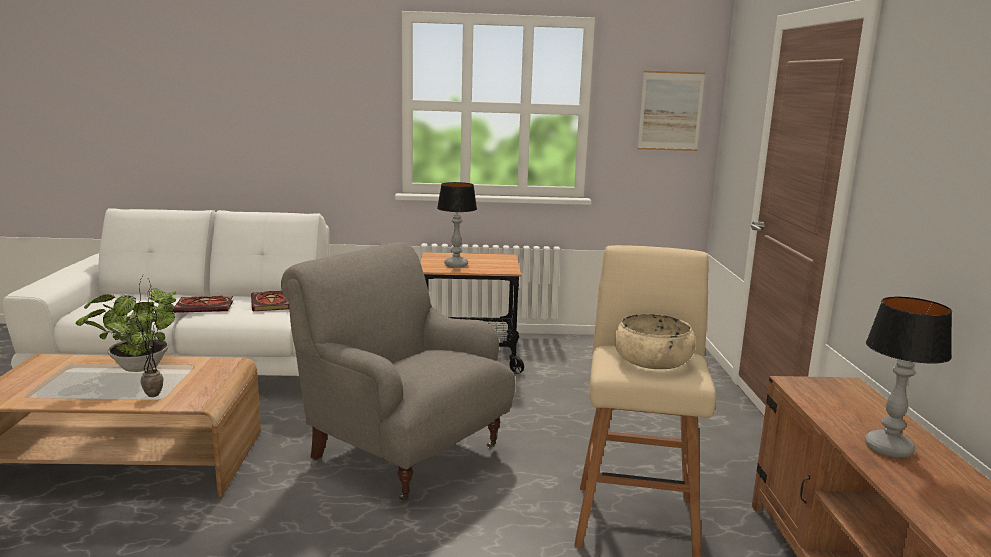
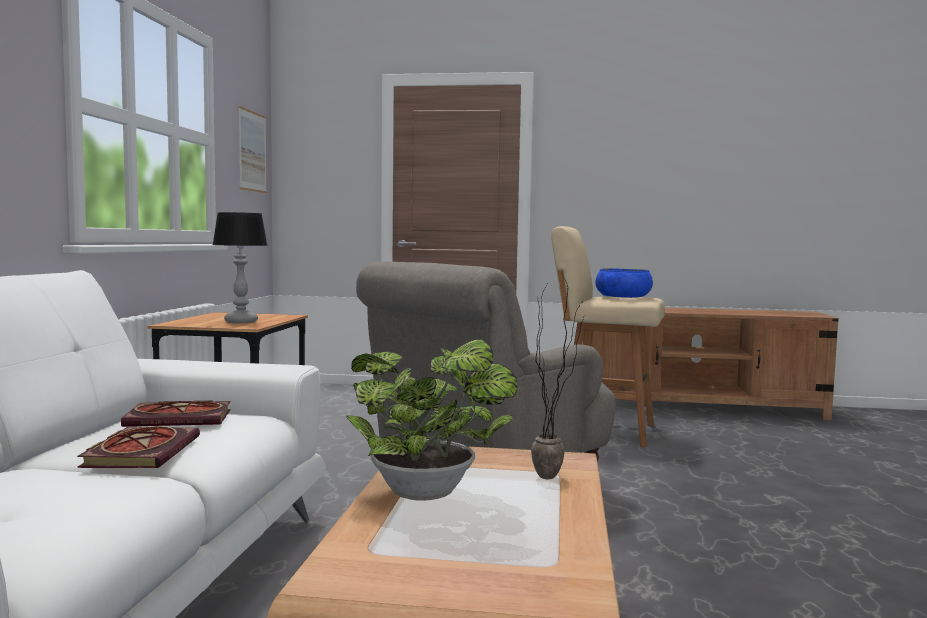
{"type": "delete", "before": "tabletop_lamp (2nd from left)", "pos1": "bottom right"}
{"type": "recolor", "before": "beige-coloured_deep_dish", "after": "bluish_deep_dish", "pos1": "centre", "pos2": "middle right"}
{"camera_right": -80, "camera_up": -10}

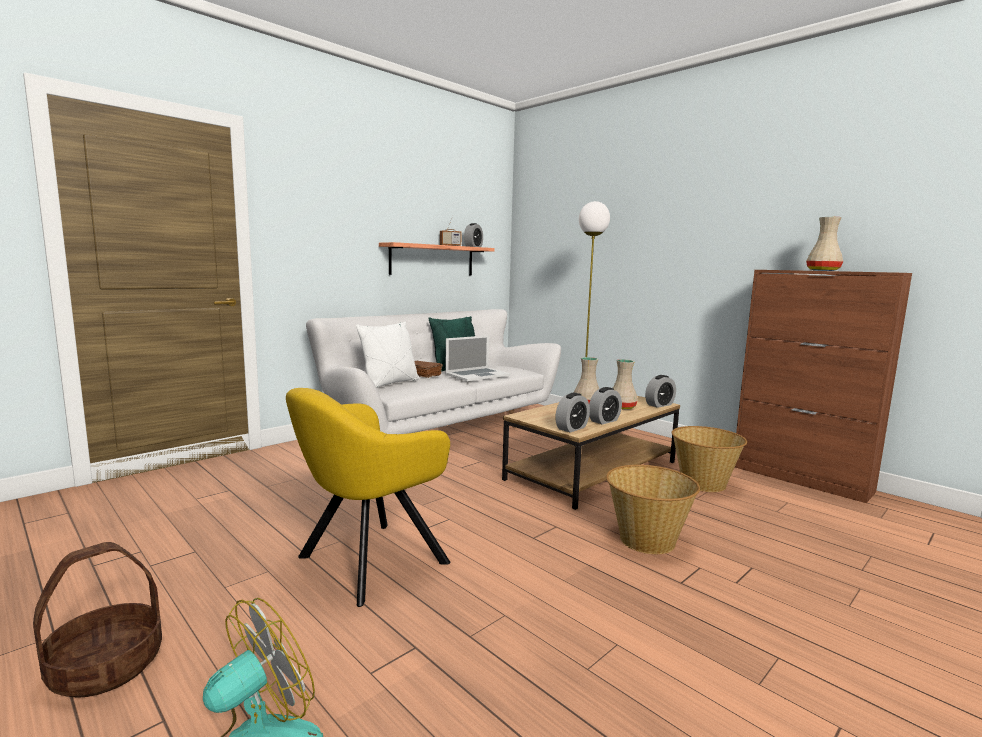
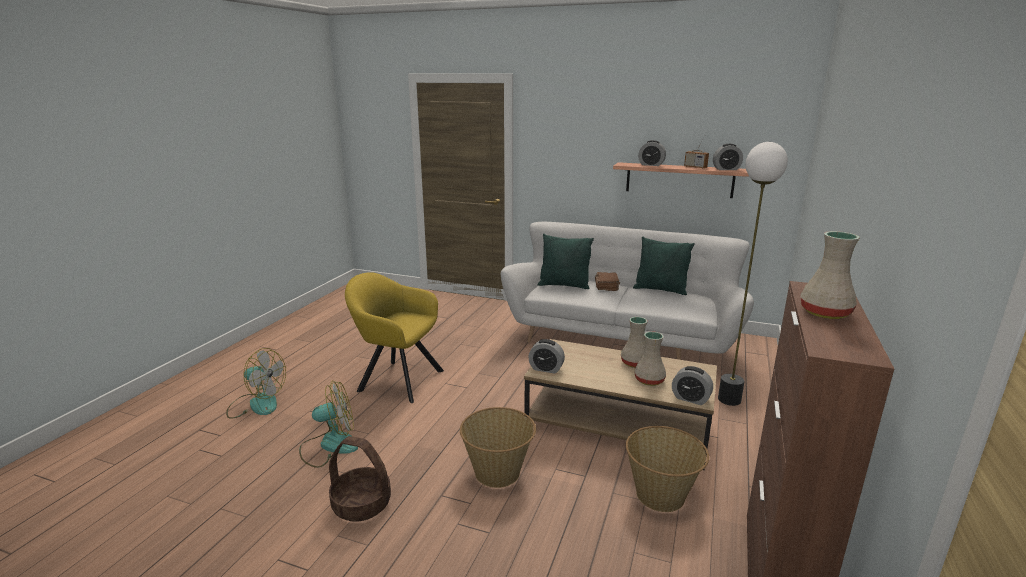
{"type": "delete", "before": "portable_computer", "pos1": "centre"}
{"type": "insert", "after": "cooling_fan (2nd from left)", "pos2": "bottom left"}
{"type": "move", "before": "household_basket (1st from left)", "pos1": "bottom left", "pos2": "bottom centre"}
{"type": "move", "before": "bedside_clock (3rd from left in the first image)", "after": "bedside_clock (2nd from left)", "pos1": "centre", "pos2": "top centre"}
{"type": "recolor", "before": "whitish_throw_pillow", "after": "greenish_throw_pillow (1st from left)", "pos1": "centre", "pos2": "centre"}
{"camera_right": 65, "camera_up": 10}

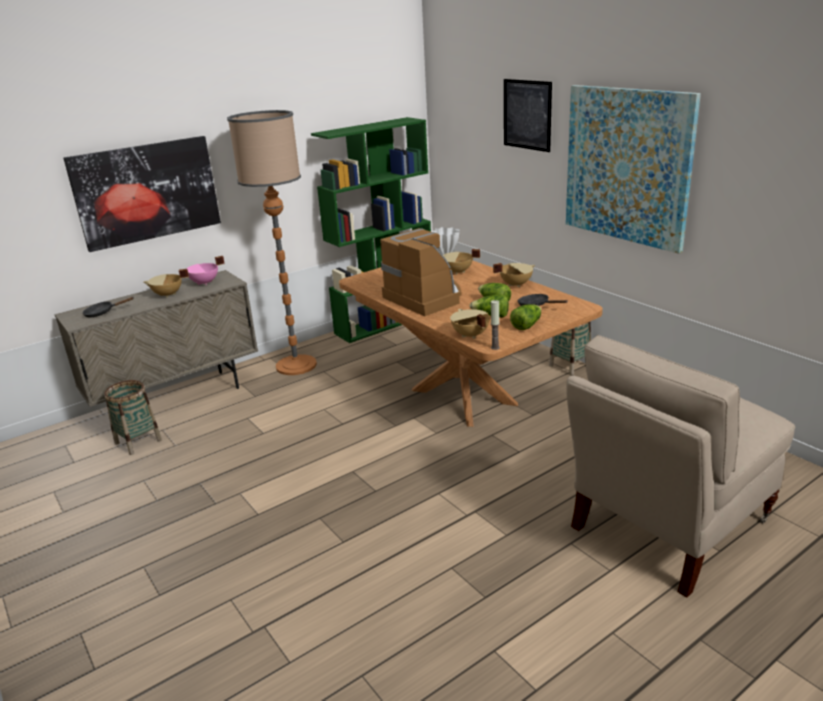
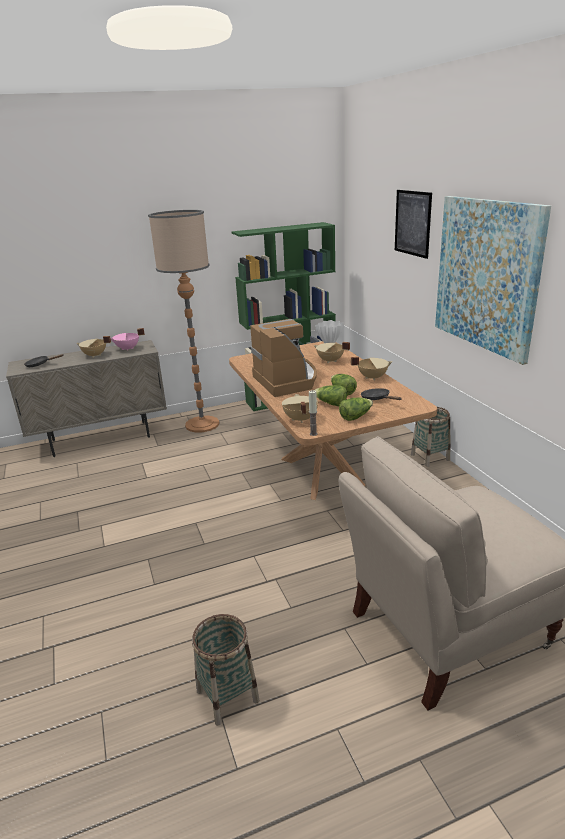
{"type": "delete", "before": "wall_picture (1st from left)", "pos1": "top left"}
{"type": "move", "before": "household_basket (1st from left)", "pos1": "middle left", "pos2": "bottom centre"}
{"camera_right": 15, "camera_up": 0}

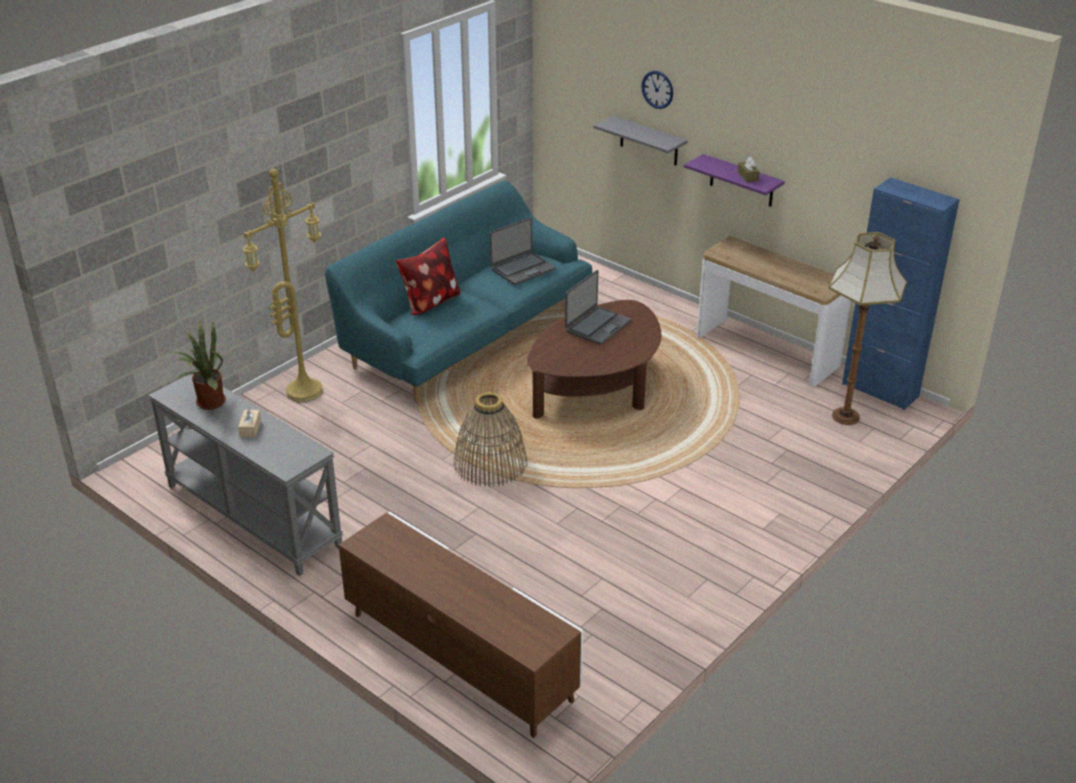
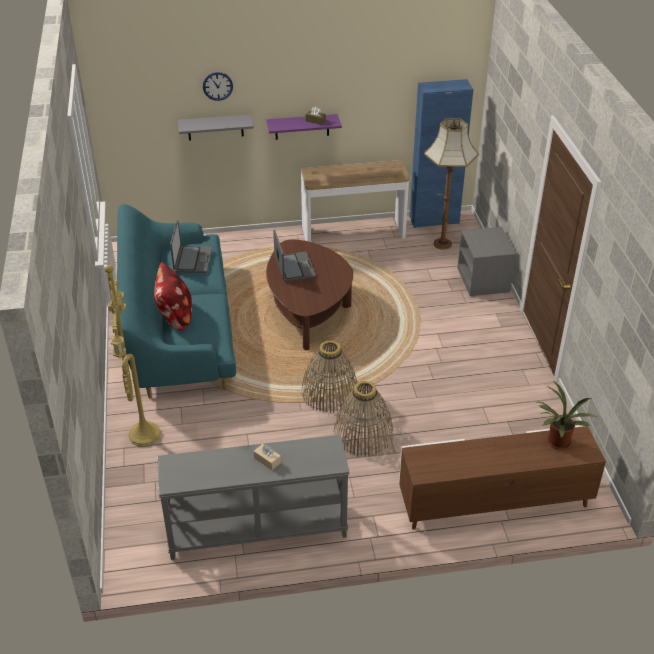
{"type": "insert", "after": "household_basket (2nd from left)", "pos2": "centre"}
{"type": "insert", "after": "greyish_night_table", "pos2": "middle right"}
{"type": "move", "before": "houseplant", "pos1": "middle left", "pos2": "middle right"}
{"camera_right": -50, "camera_up": 5}

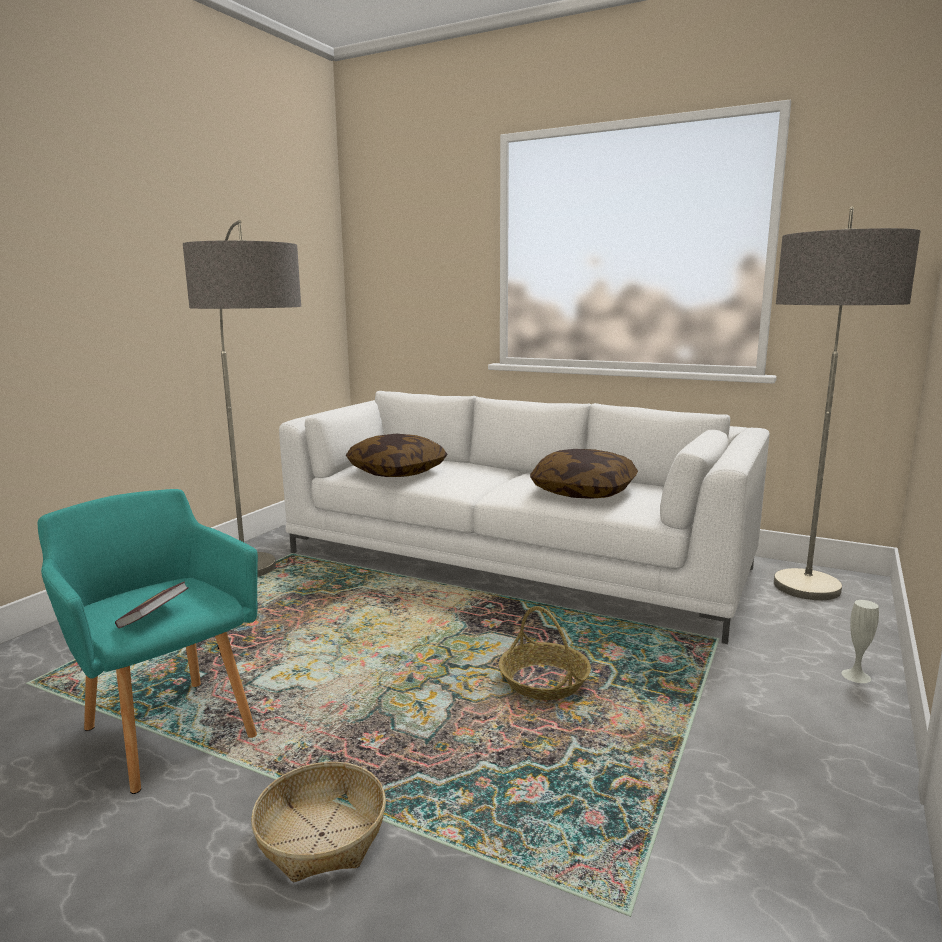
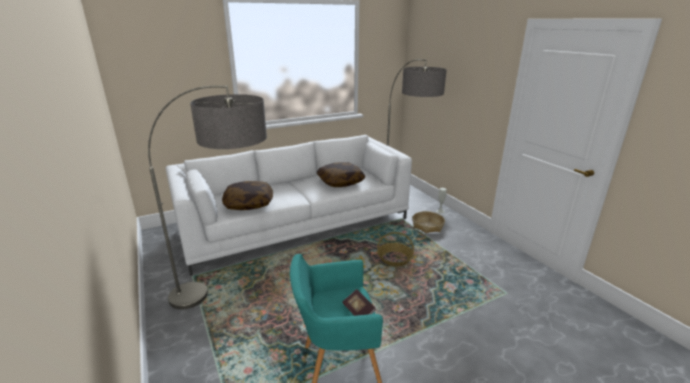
{"type": "move", "before": "household_basket (1st from left in the first image)", "after": "household_basket (2nd from left)", "pos1": "bottom centre", "pos2": "centre"}
{"camera_right": -55, "camera_up": 10}

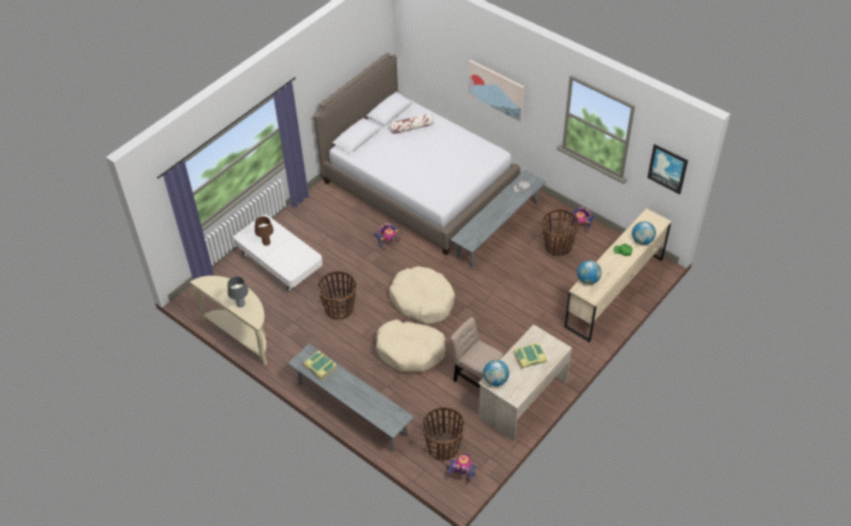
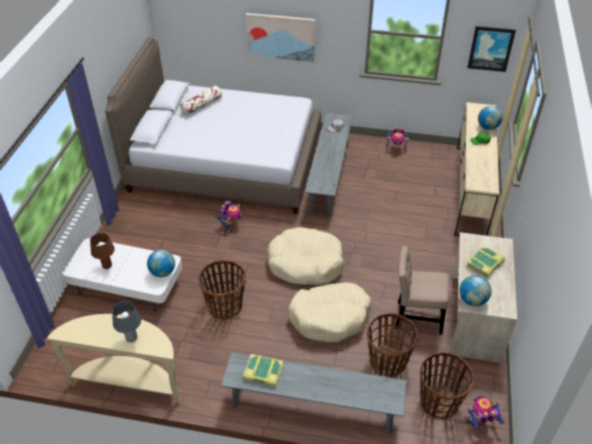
{"type": "move", "before": "household_basket (3rd from left in the first image)", "after": "household_basket (2nd from left)", "pos1": "centre", "pos2": "bottom centre"}
{"type": "move", "before": "globe (2nd from left in the first image)", "after": "globe (1st from left)", "pos1": "middle right", "pos2": "middle left"}
{"camera_right": -30, "camera_up": -5}

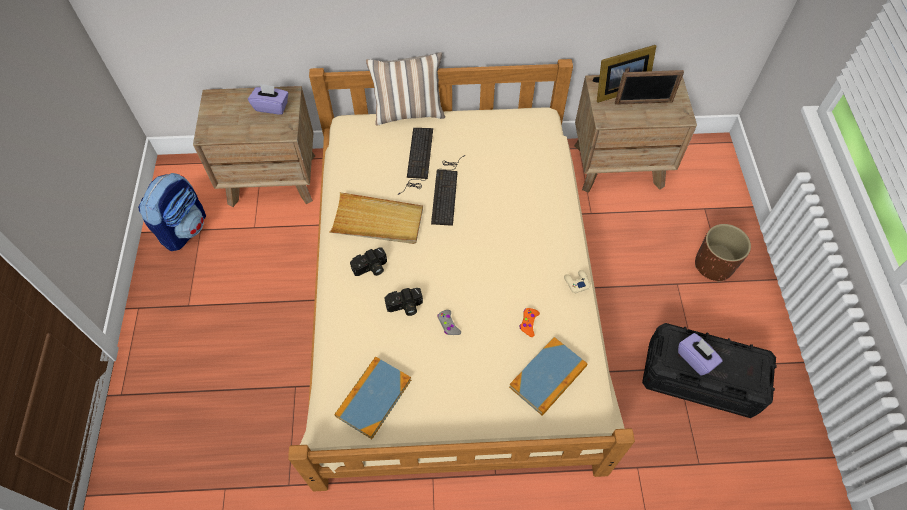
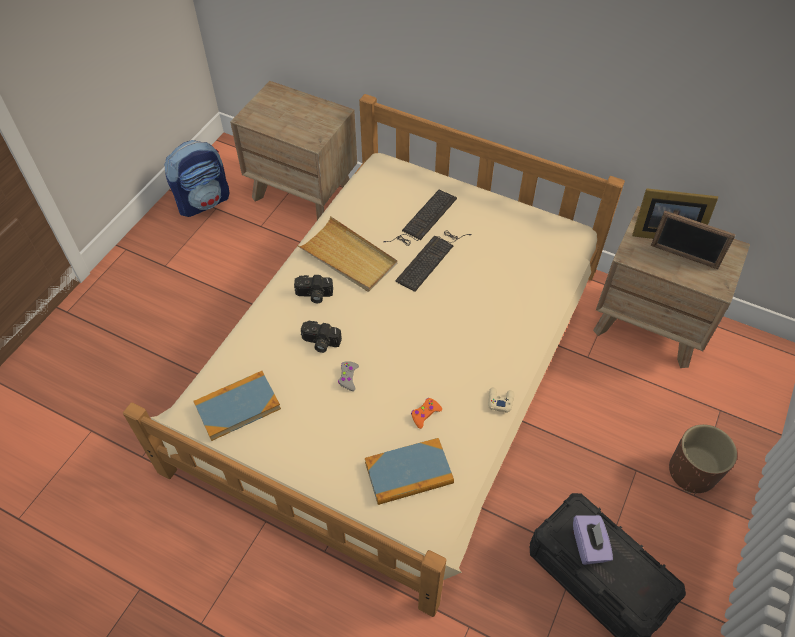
{"type": "delete", "before": "purple_tissue_holder (1st from left)", "pos1": "top left"}
{"type": "delete", "before": "throw_pillow", "pos1": "top centre"}
{"camera_right": 30, "camera_up": -5}

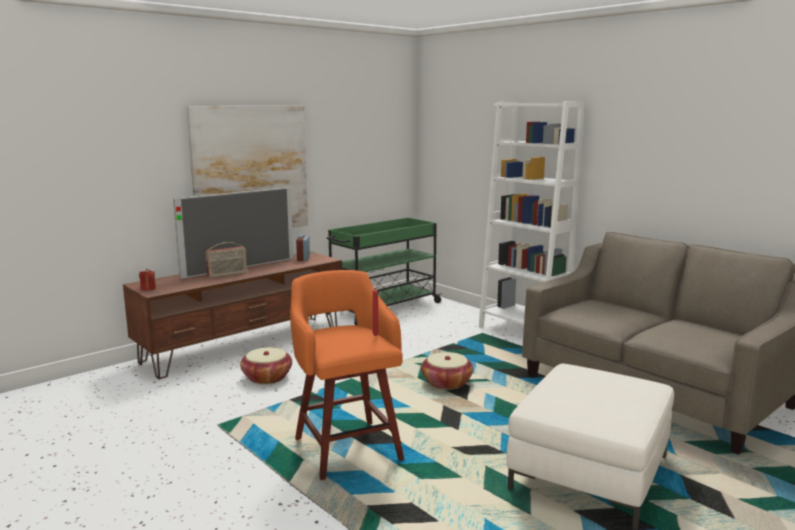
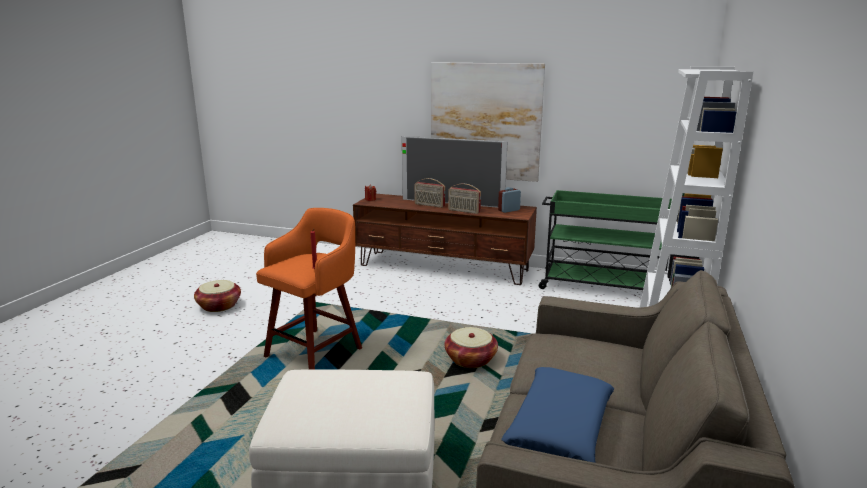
{"type": "insert", "after": "radio (2nd from left)", "pos2": "centre"}
{"type": "insert", "after": "bluish_throw_pillow", "pos2": "bottom centre"}
{"type": "move", "before": "household_basket (1st from left)", "pos1": "bottom centre", "pos2": "middle left"}
{"camera_right": 60, "camera_up": 5}

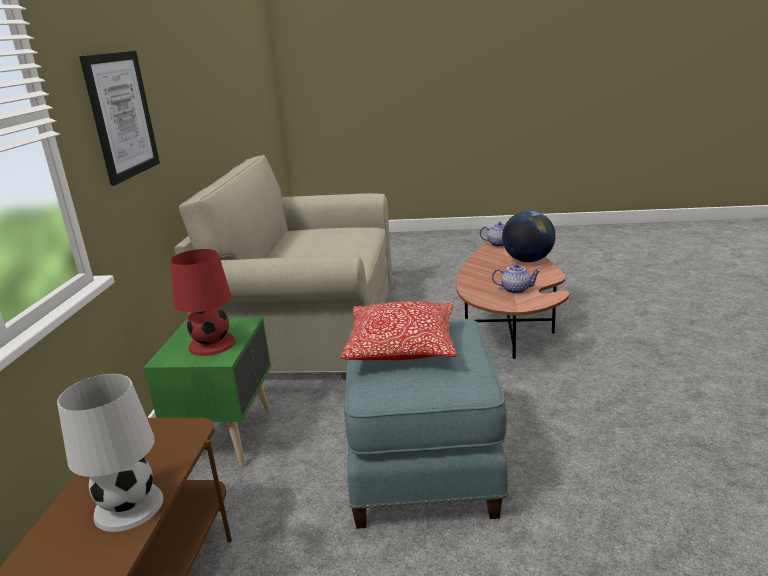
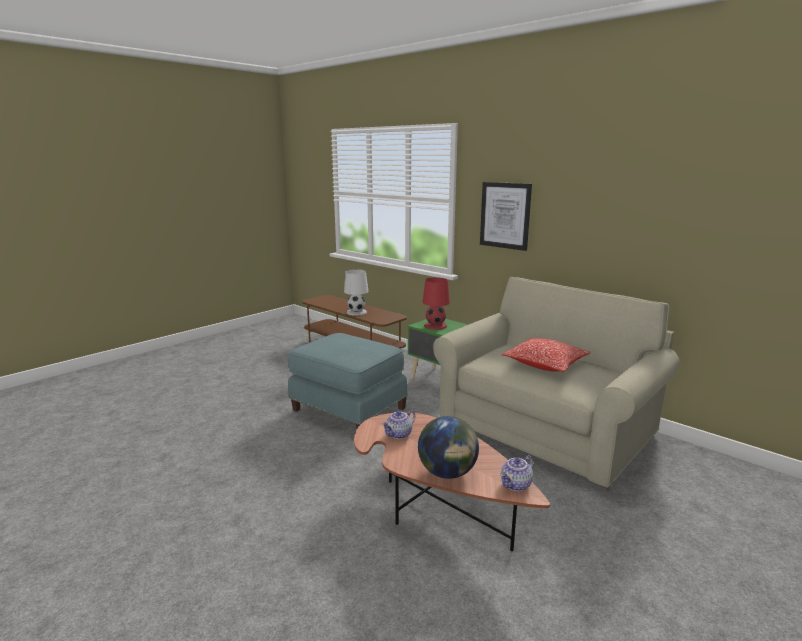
{"type": "move", "before": "throw_pillow", "pos1": "centre", "pos2": "middle right"}
{"camera_right": 125, "camera_up": -5}

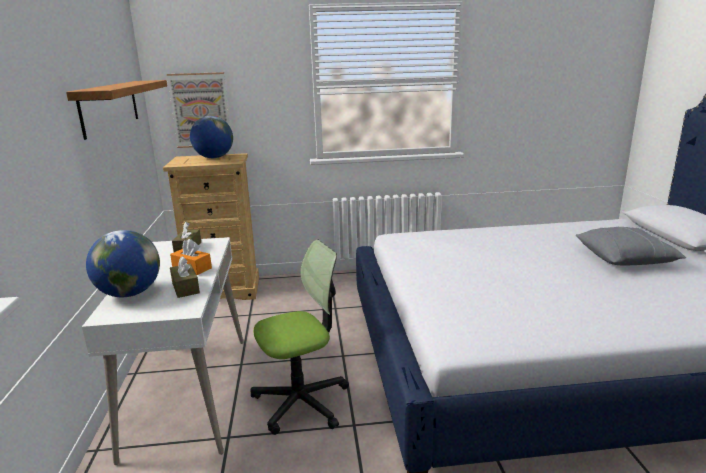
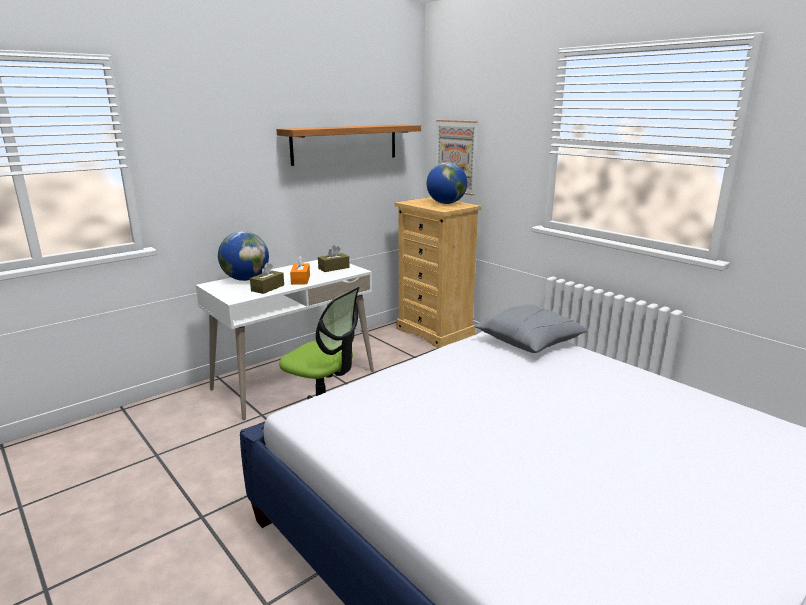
{"type": "move", "before": "greyish_throw_pillow", "pos1": "middle right", "pos2": "centre"}
{"camera_right": 55, "camera_up": 0}

